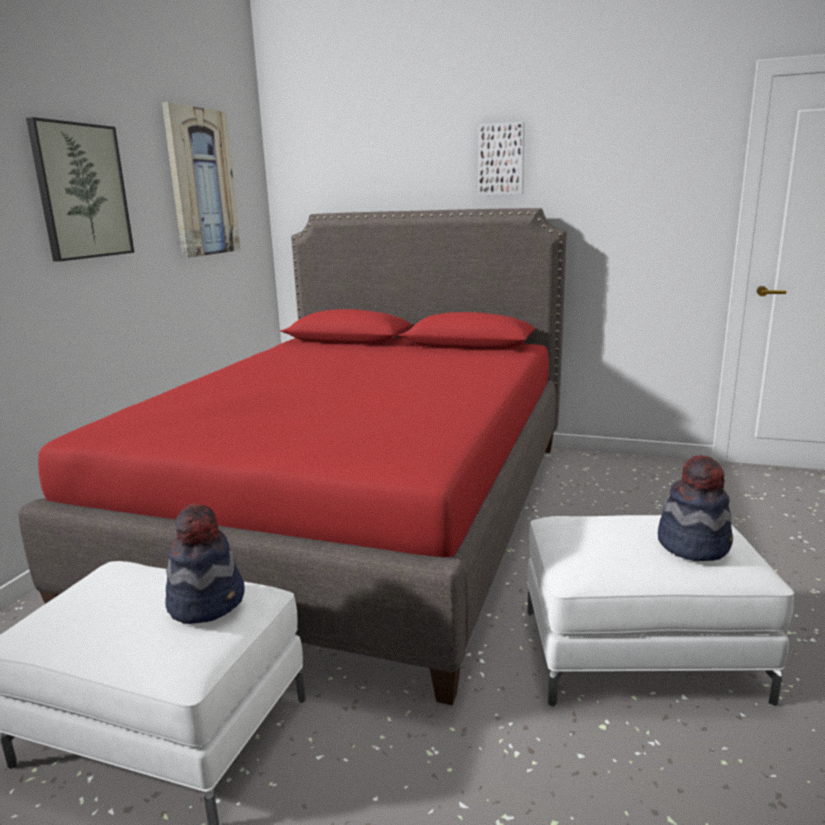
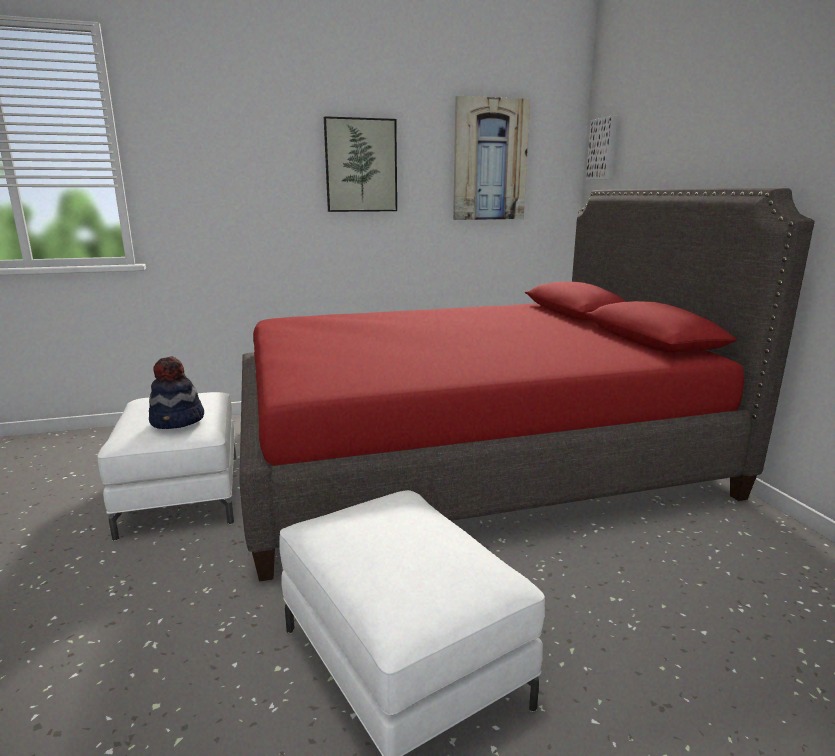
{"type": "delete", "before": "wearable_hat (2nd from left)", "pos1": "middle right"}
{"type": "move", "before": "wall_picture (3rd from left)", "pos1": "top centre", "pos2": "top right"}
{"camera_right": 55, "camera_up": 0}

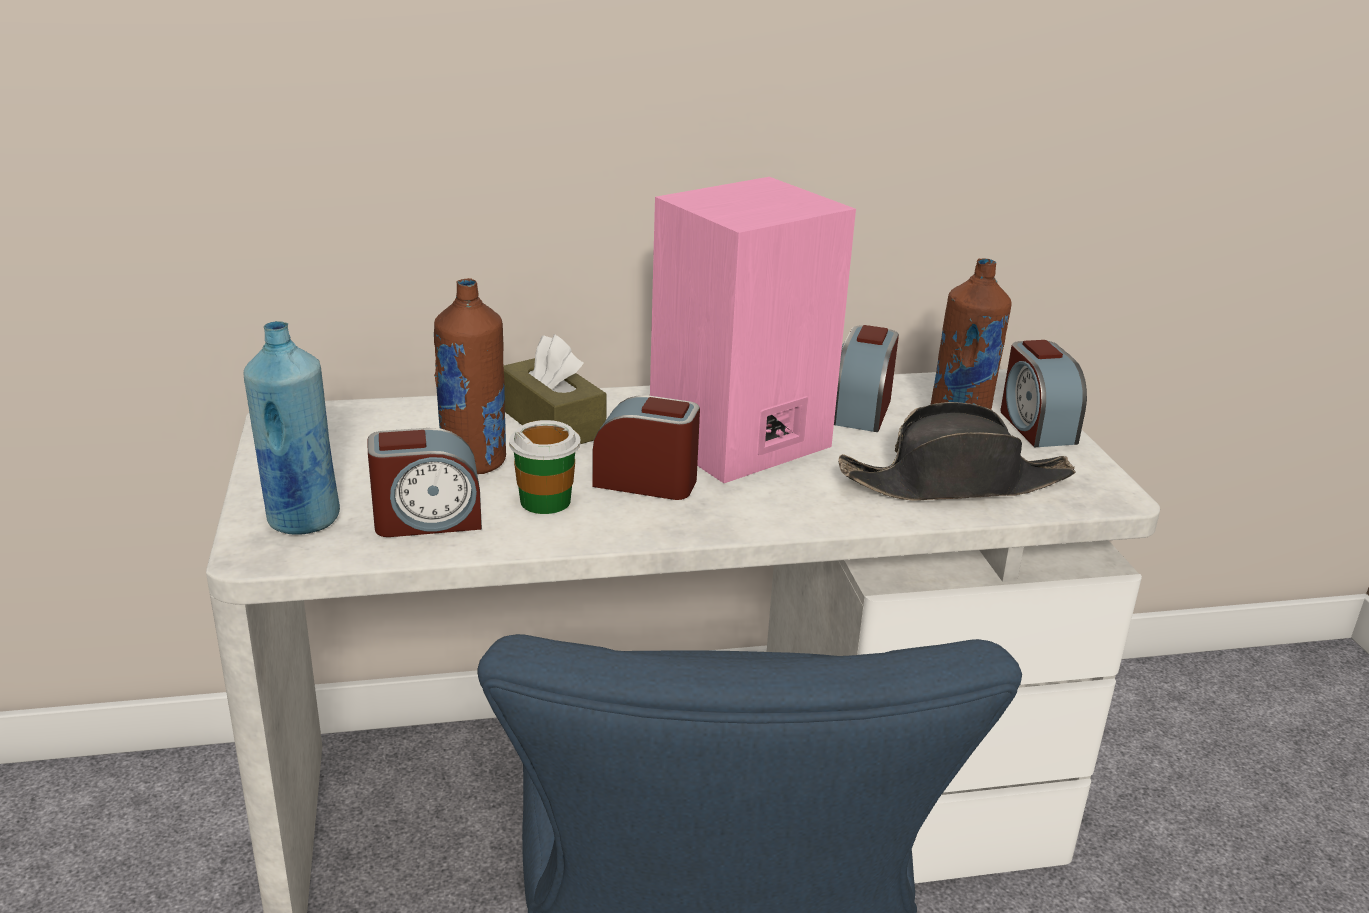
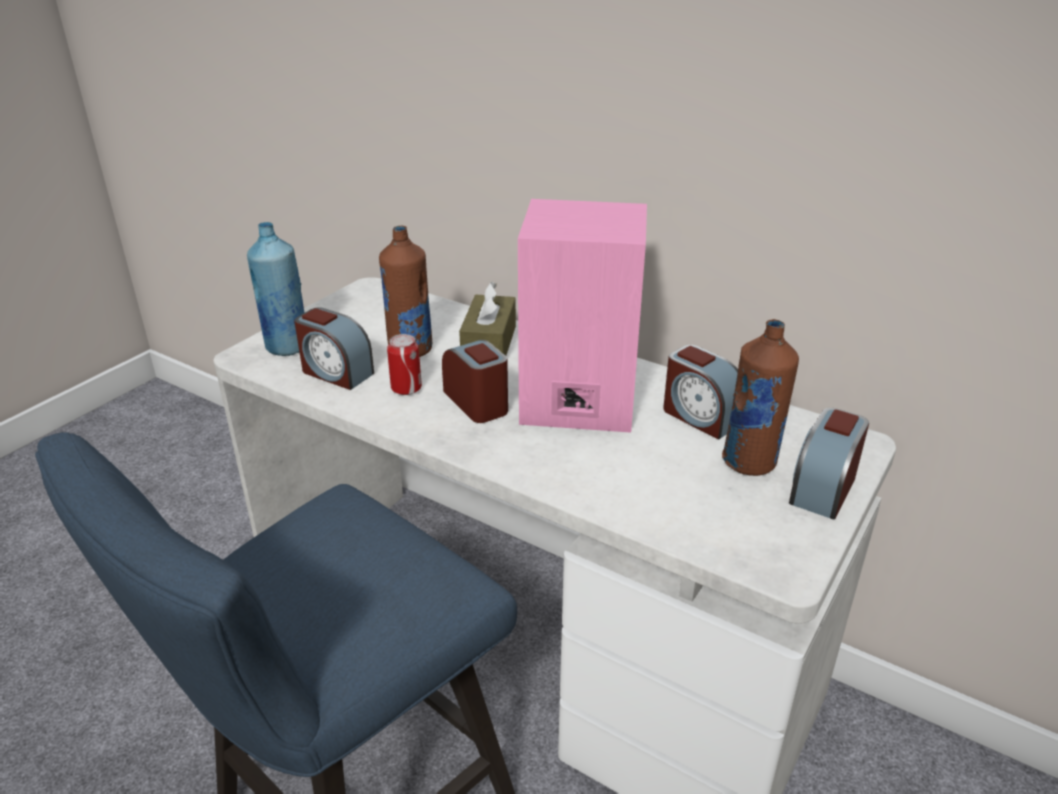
{"type": "delete", "before": "blackish_wearable_hat", "pos1": "middle right"}
{"type": "replace", "before": "cup", "after": "can", "pos1": "centre", "pos2": "centre"}
{"type": "rotate", "before": "bedside_clock (3rd from left)", "pos1": "centre", "pos2": "centre", "turn": -105}
{"camera_right": 45, "camera_up": 5}

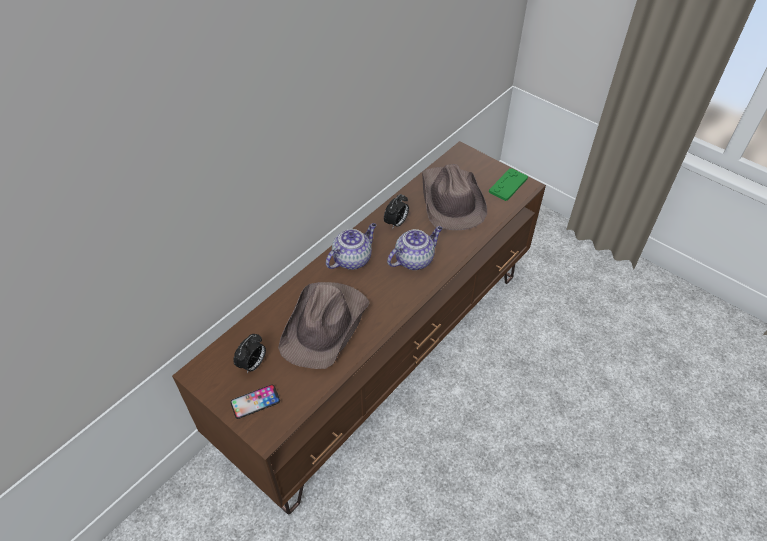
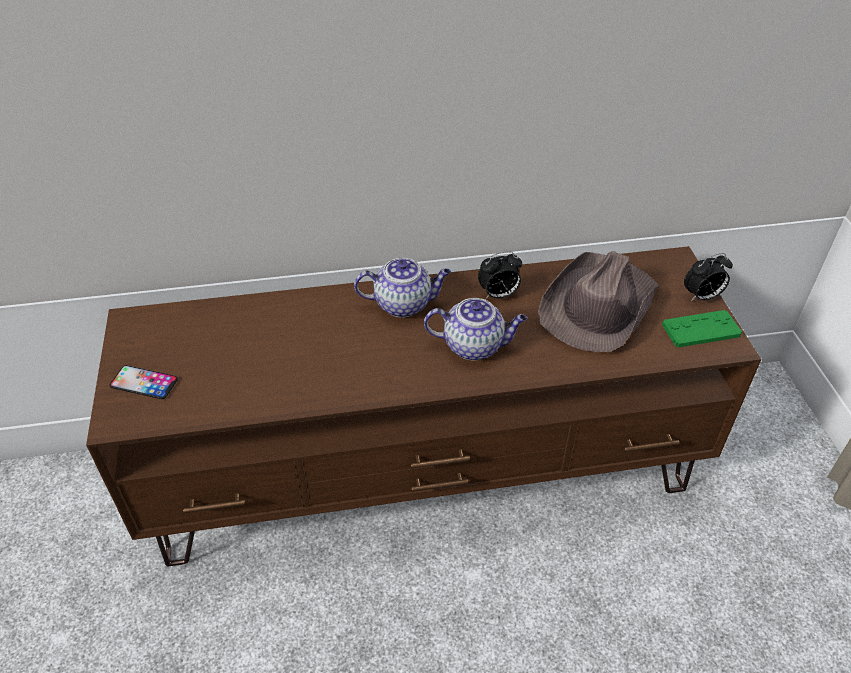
{"type": "delete", "before": "brown_wearable_hat (1st from left)", "pos1": "centre"}
{"type": "move", "before": "bedside_clock (1st from left in the first image)", "after": "bedside_clock (2nd from left)", "pos1": "middle left", "pos2": "middle right"}
{"camera_right": 40, "camera_up": -5}

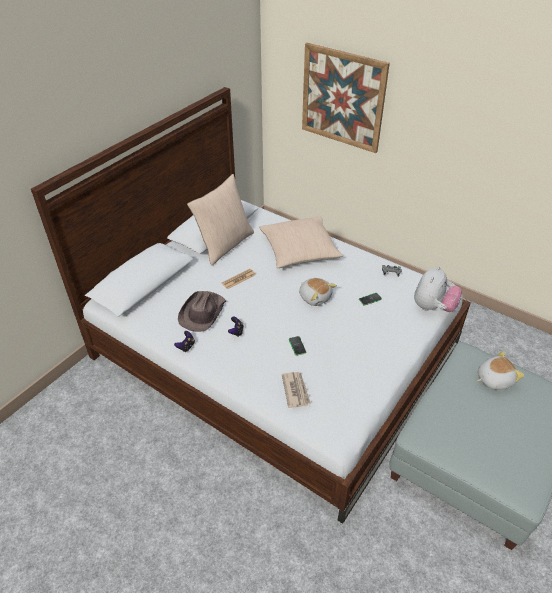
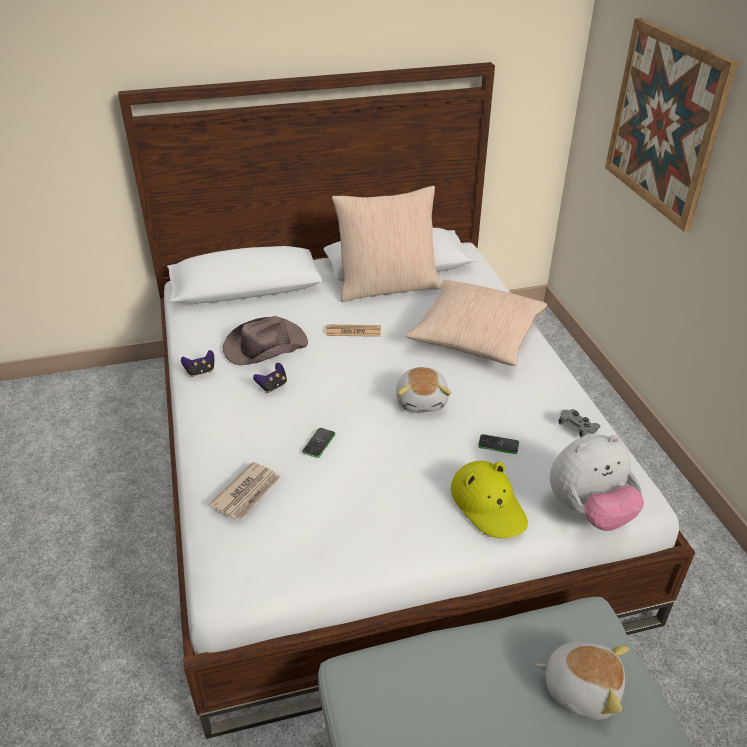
{"type": "insert", "after": "yellow-coloured_wearable_hat", "pos2": "bottom centre"}
{"camera_right": 40, "camera_up": -5}

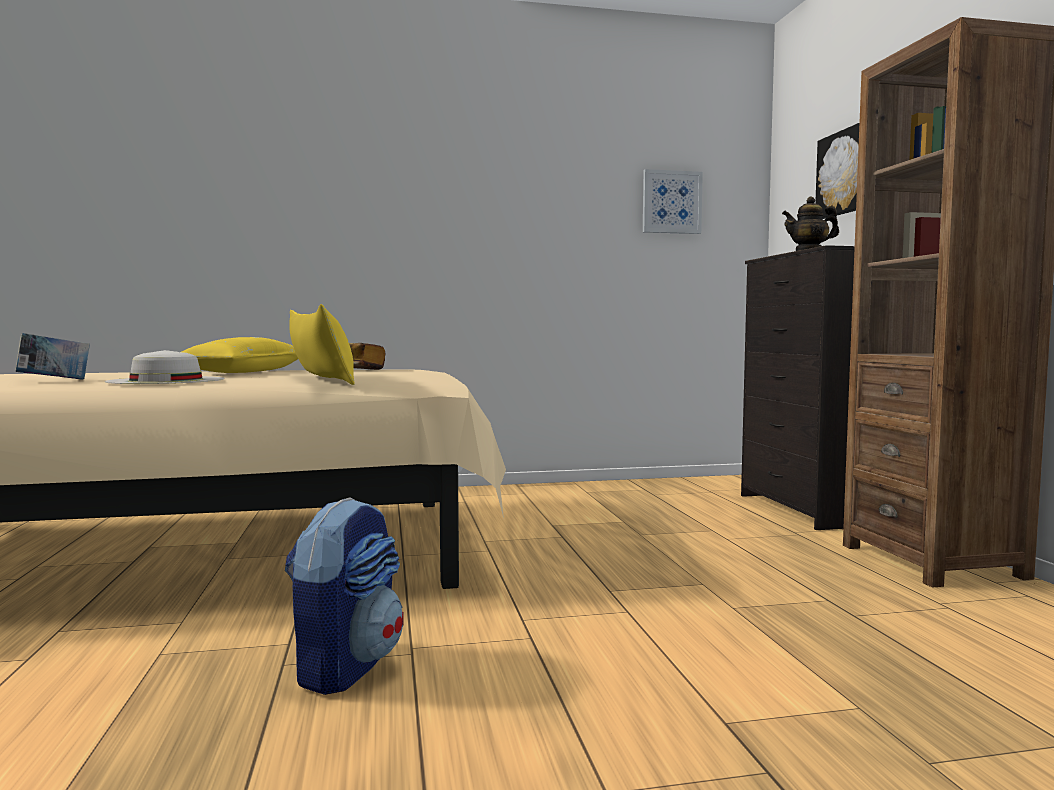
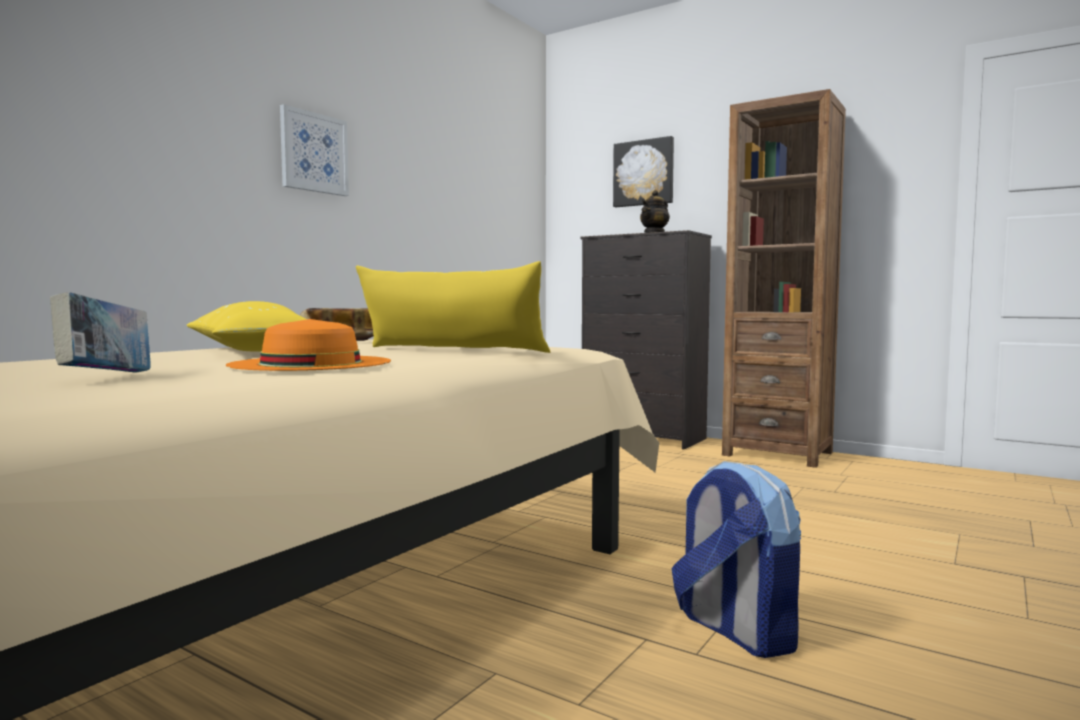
{"type": "move", "before": "wall_picture (1st from left)", "pos1": "top centre", "pos2": "top left"}
{"type": "recolor", "before": "whitish_wearable_hat", "after": "orangey_wearable_hat", "pos1": "middle left", "pos2": "middle left"}
{"camera_right": -45, "camera_up": 0}

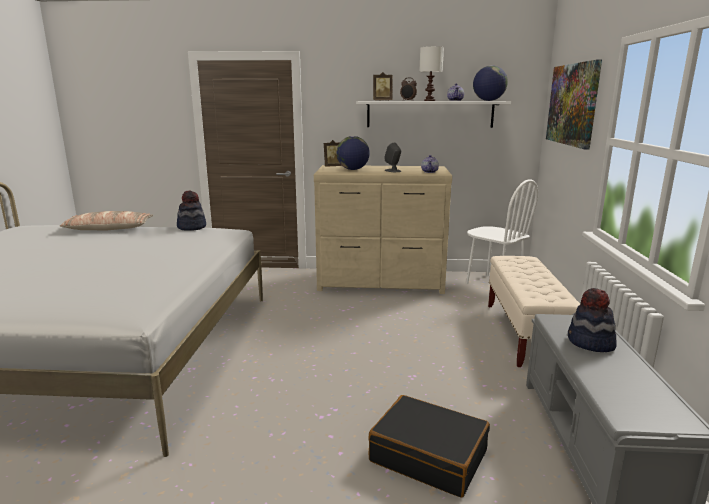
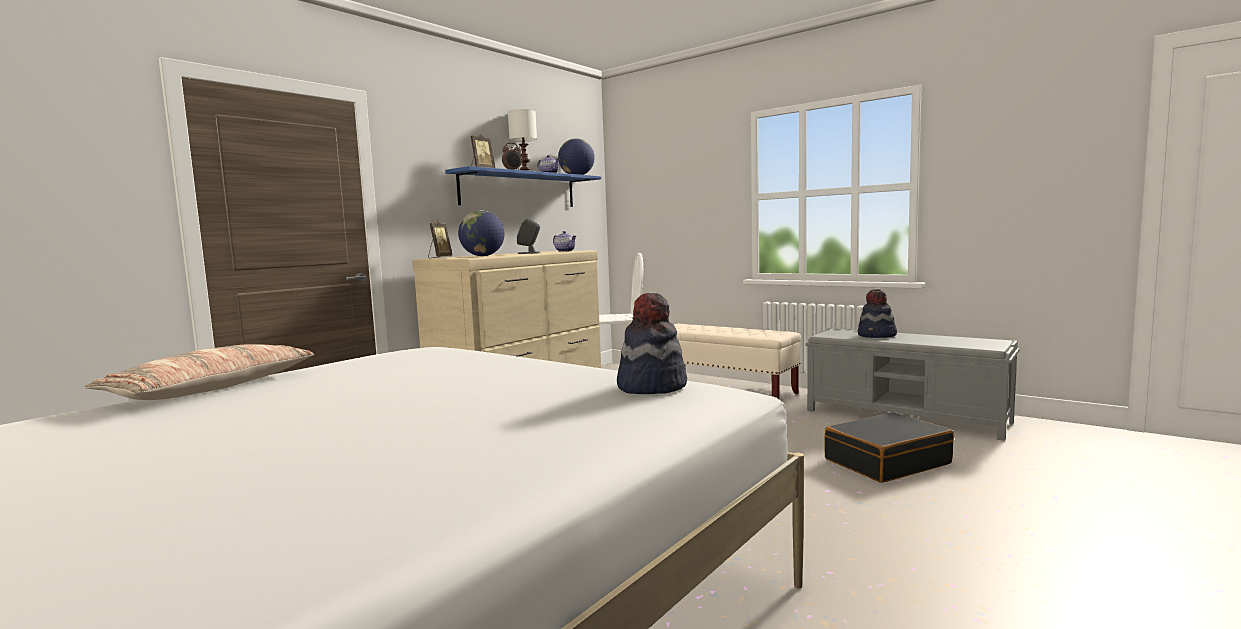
{"type": "delete", "before": "wall_picture", "pos1": "top right"}
{"type": "move", "before": "wearable_hat (1st from left)", "pos1": "middle left", "pos2": "centre"}
{"type": "recolor", "before": "whitish_bracket_shelf", "after": "bluish_bracket_shelf", "pos1": "top centre", "pos2": "top centre"}
{"camera_right": -55, "camera_up": -10}

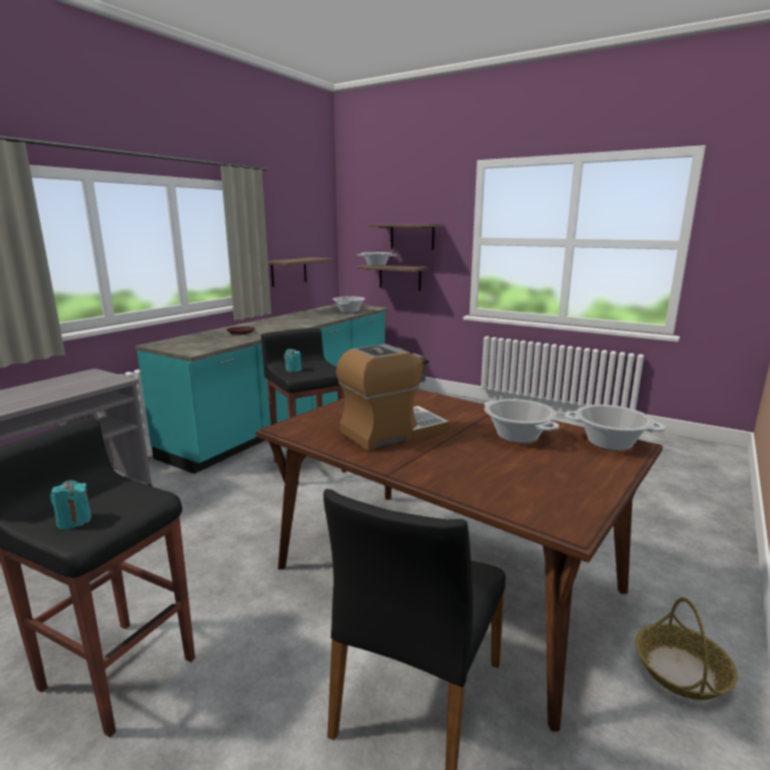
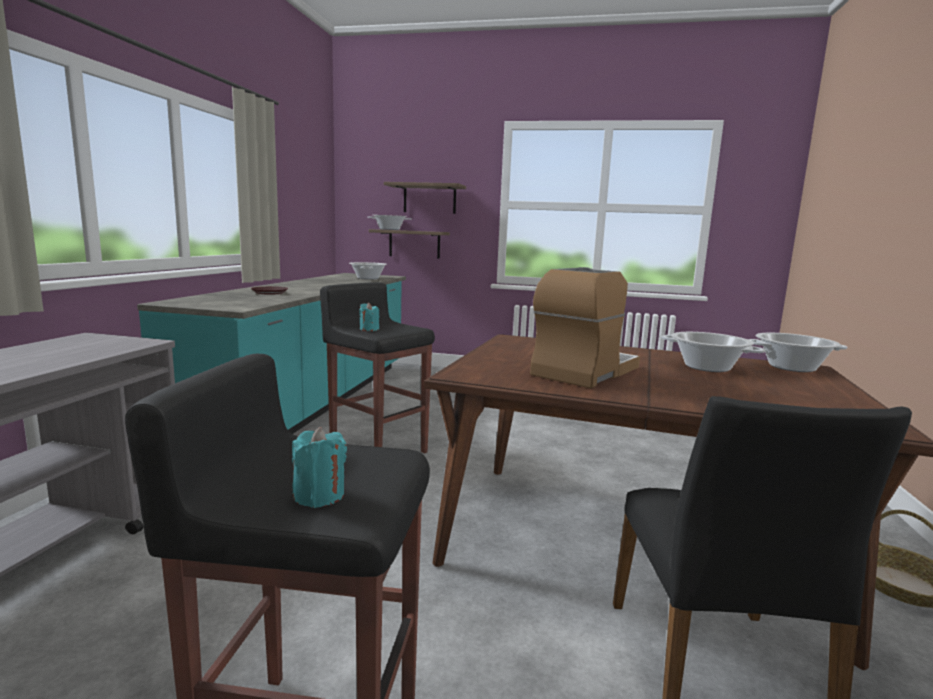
{"type": "delete", "before": "bracket_shelf (1st from left)", "pos1": "centre"}
{"camera_right": -20, "camera_up": -5}

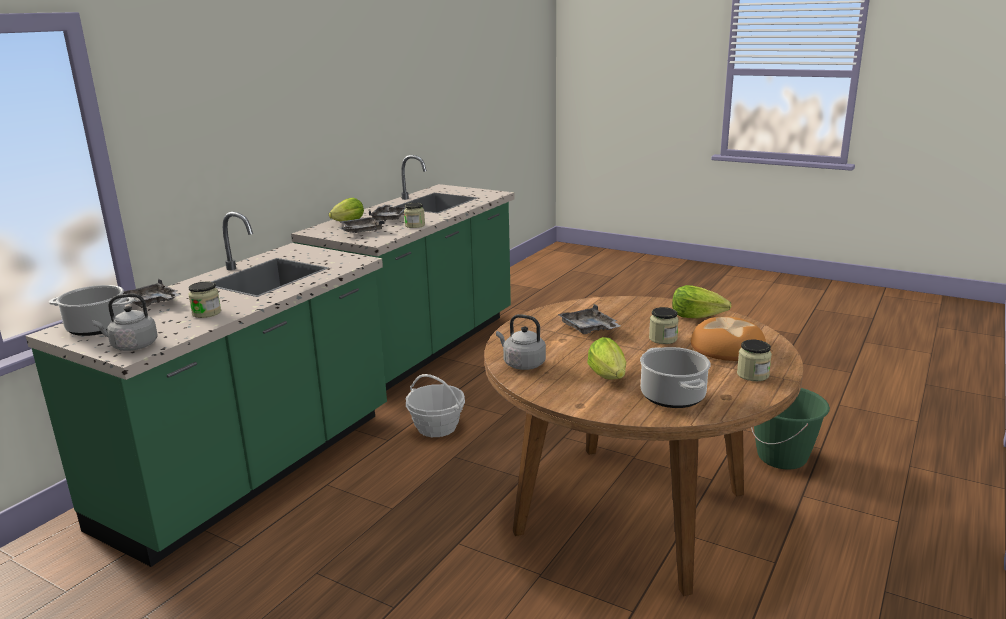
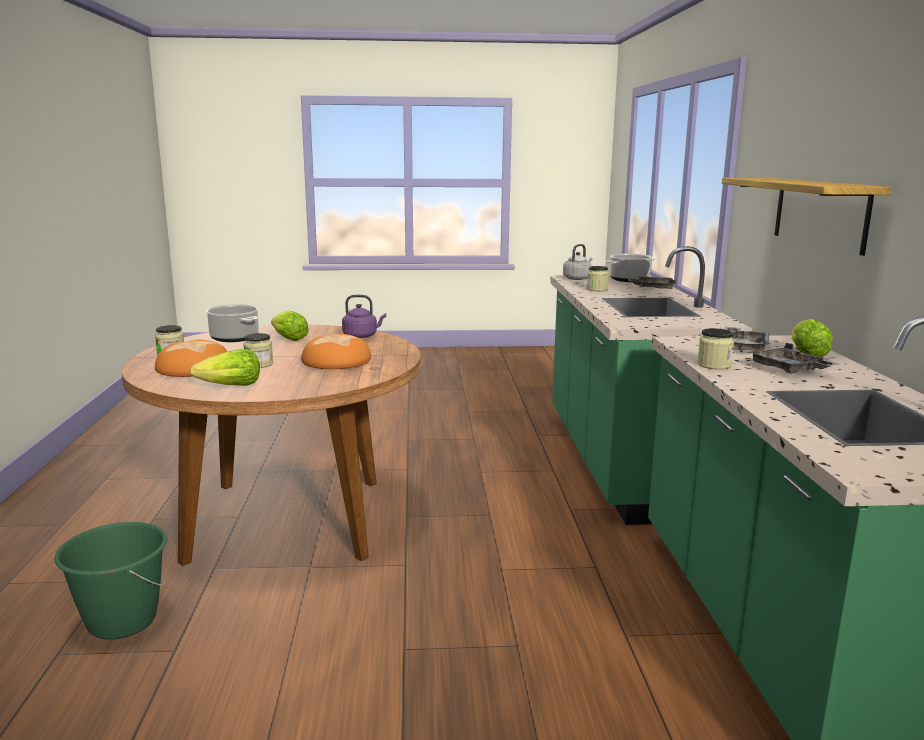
{"type": "delete", "before": "household_basket", "pos1": "centre"}
{"type": "insert", "after": "bracket_shelf", "pos2": "top right"}
{"type": "replace", "before": "greyish_carrying_tray (4th from left)", "after": "bakery_bread (2nd from left)", "pos1": "centre", "pos2": "centre"}
{"type": "recolor", "before": "greyish_water_kettle (2nd from left)", "after": "purple_water_kettle", "pos1": "centre", "pos2": "centre"}
{"camera_right": 145, "camera_up": -5}

